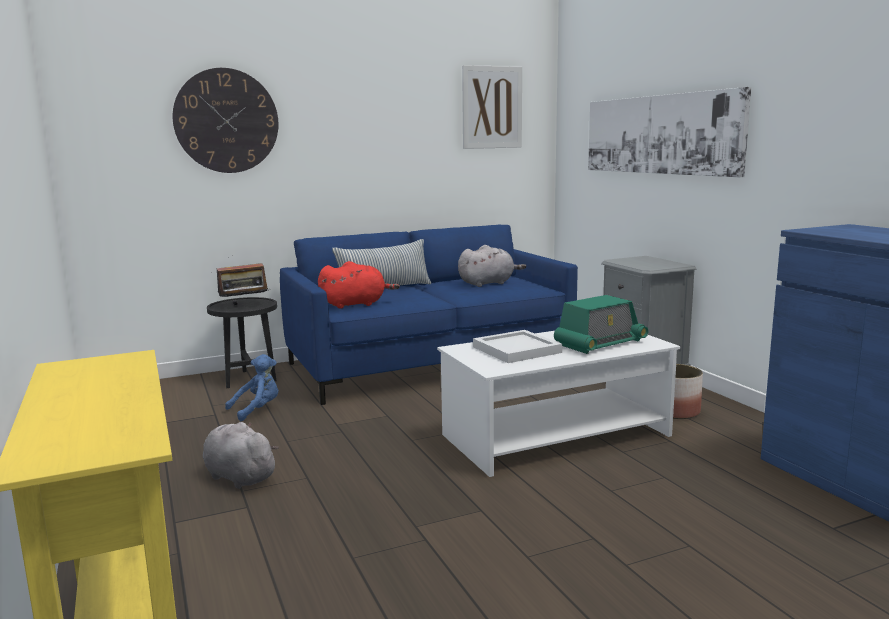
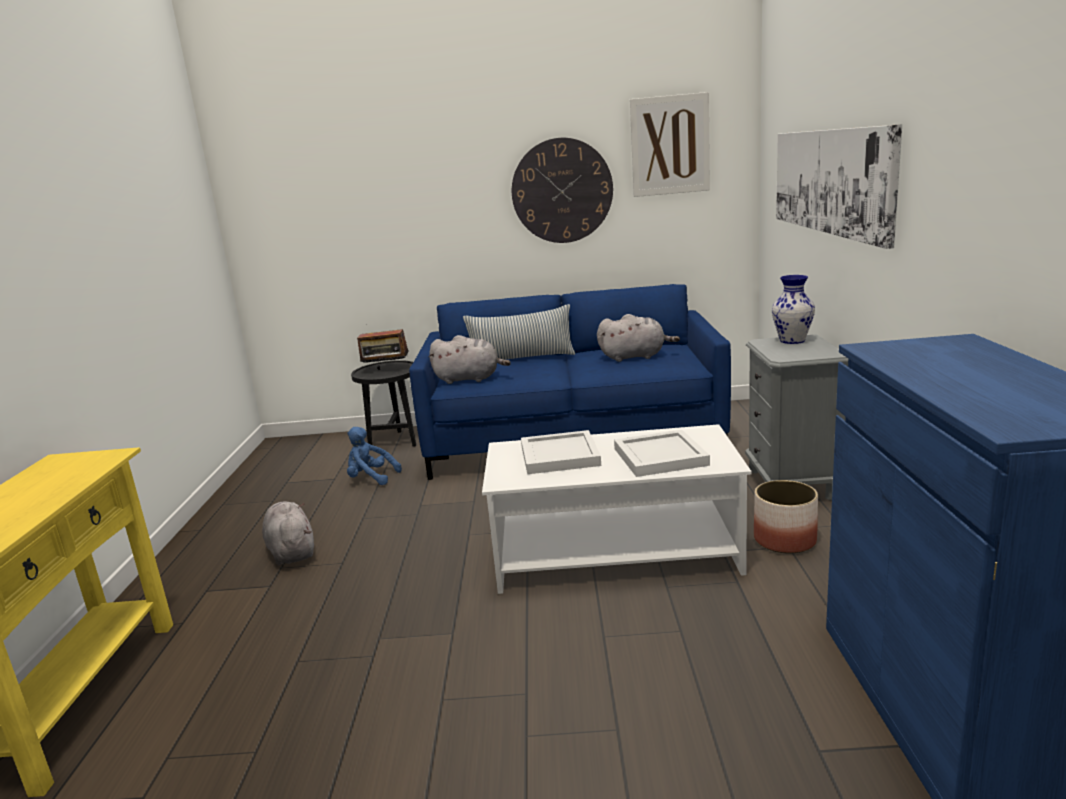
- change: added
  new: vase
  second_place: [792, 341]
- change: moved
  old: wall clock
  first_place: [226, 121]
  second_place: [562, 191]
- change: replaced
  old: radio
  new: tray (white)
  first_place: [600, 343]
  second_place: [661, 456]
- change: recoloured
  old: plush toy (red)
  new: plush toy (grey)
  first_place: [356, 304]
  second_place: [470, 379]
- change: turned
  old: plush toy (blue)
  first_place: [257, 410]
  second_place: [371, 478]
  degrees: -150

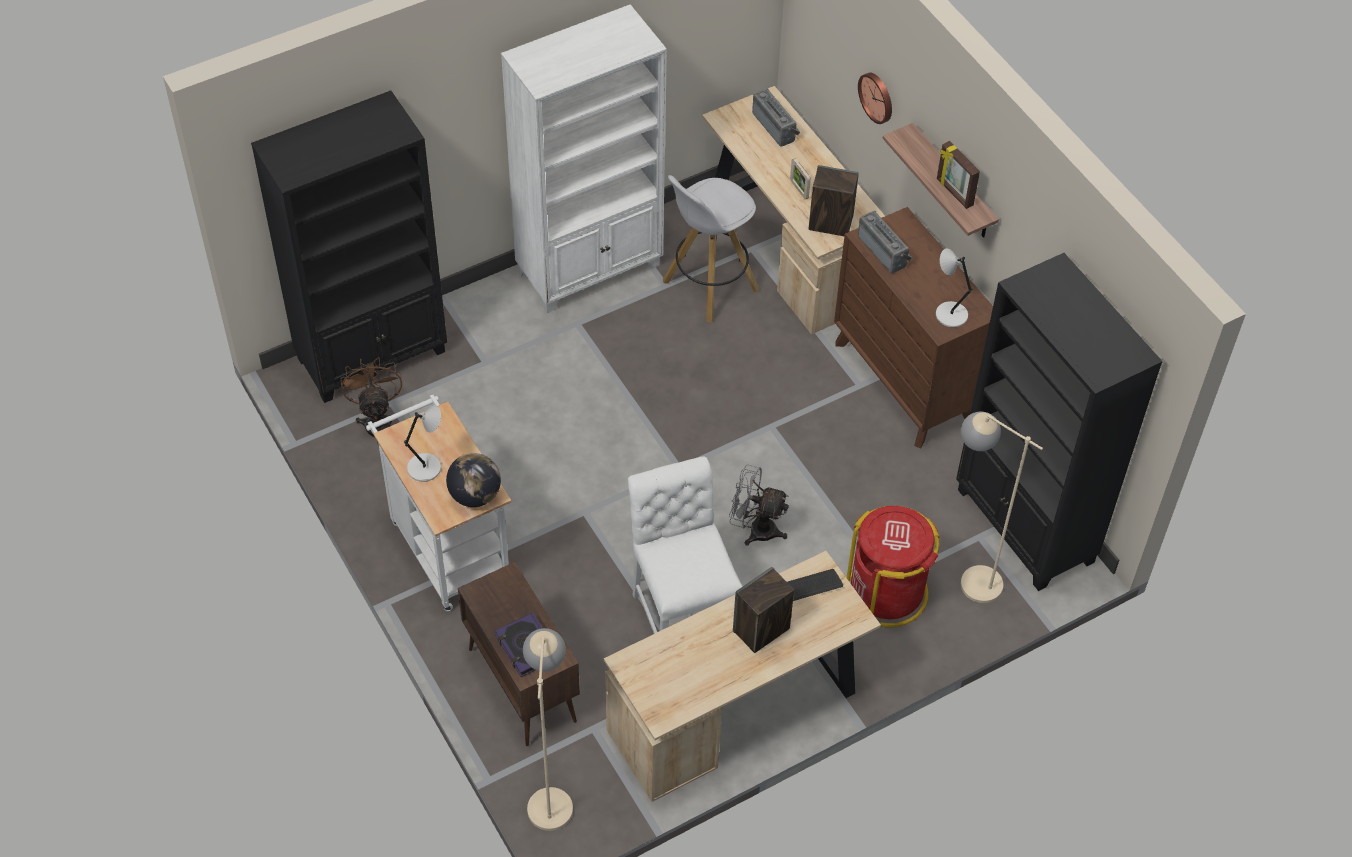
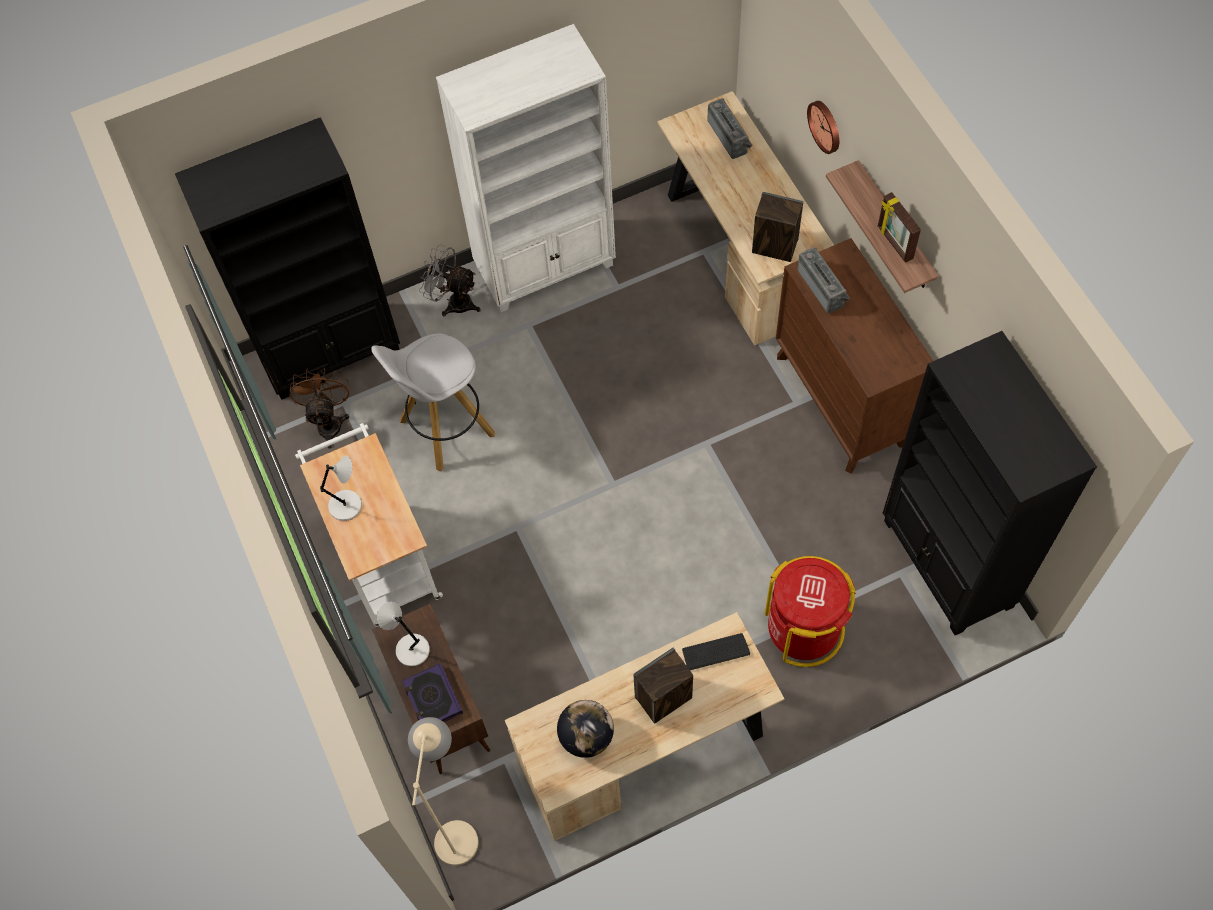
- change: removed
  old: chair (white)
  first_place: [682, 615]
- change: removed
  old: picture frame
  first_place: [799, 189]
- change: removed
  old: floor lamp (beige)
  first_place: [968, 577]
- change: moved
  old: globe
  first_place: [475, 495]
  second_place: [586, 736]
- change: moved
  old: stool (white)
  first_place: [709, 287]
  second_place: [445, 429]
- change: moved
  old: fan (grey)
  first_place: [755, 529]
  second_place: [454, 302]
- change: moved
  old: table lamp (grey)
  first_place: [949, 314]
  second_place: [410, 649]

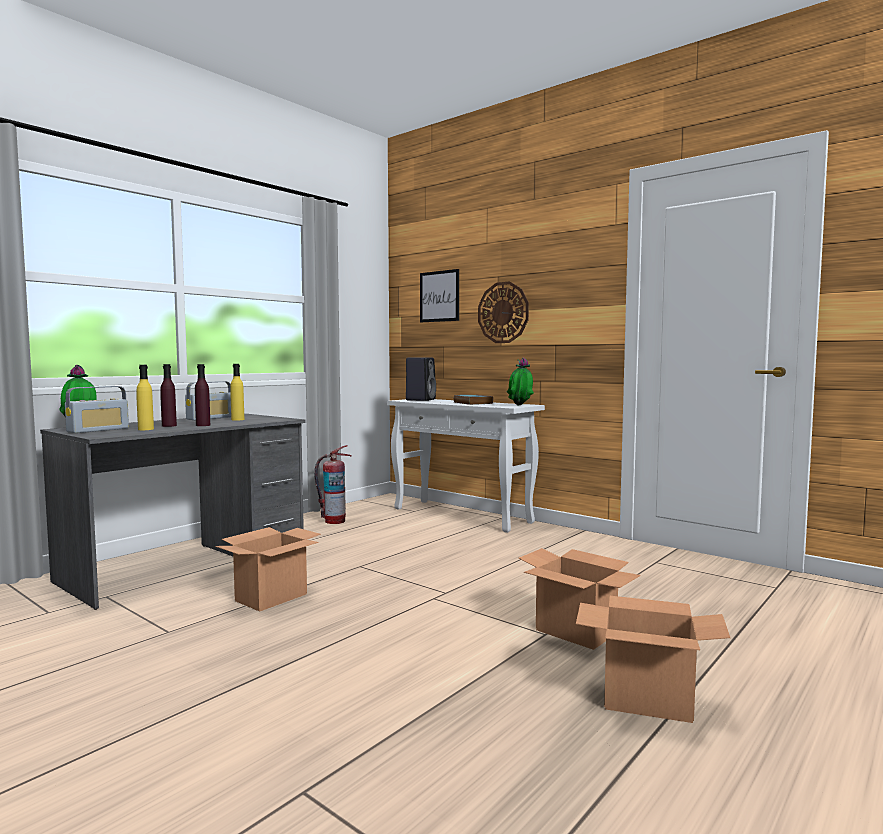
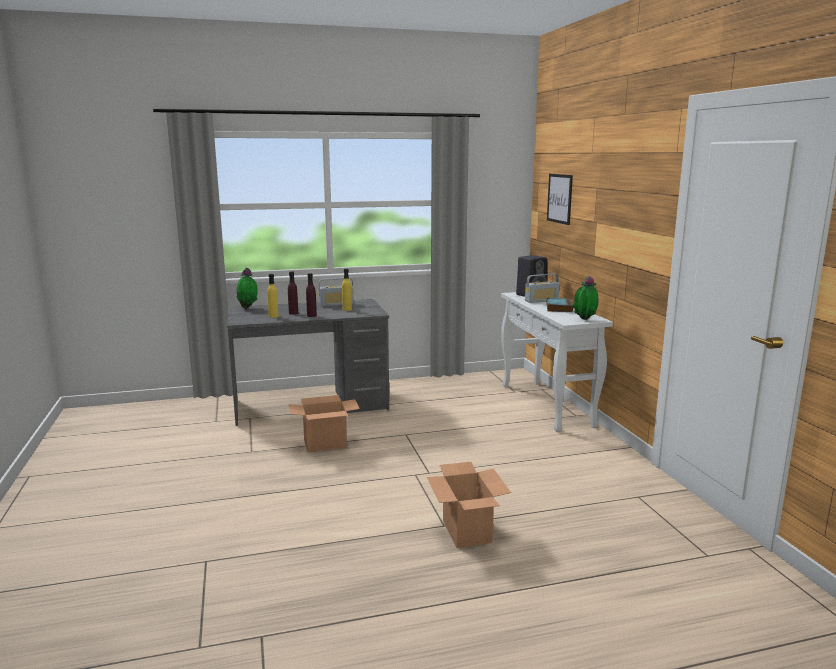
- change: removed
  old: fire extinguisher
  first_place: [334, 521]
- change: removed
  old: wall clock
  first_place: [503, 312]
- change: removed
  old: cardboard box
  first_place: [646, 700]
- change: moved
  old: radio
  first_place: [98, 430]
  second_place: [541, 300]

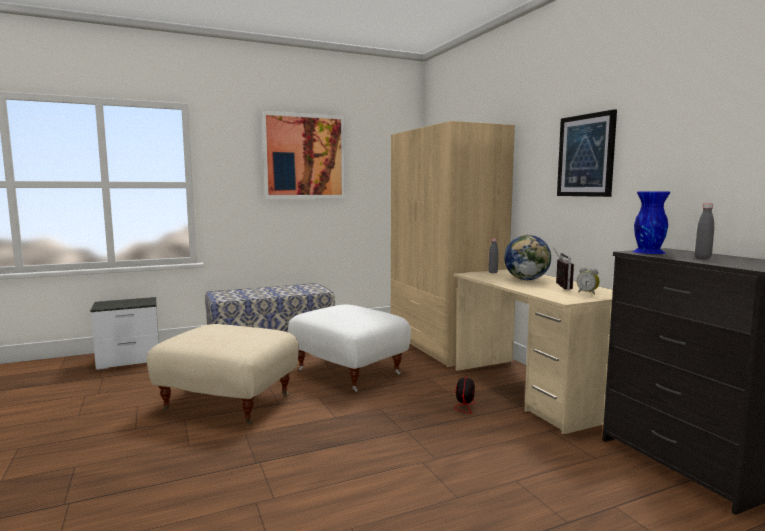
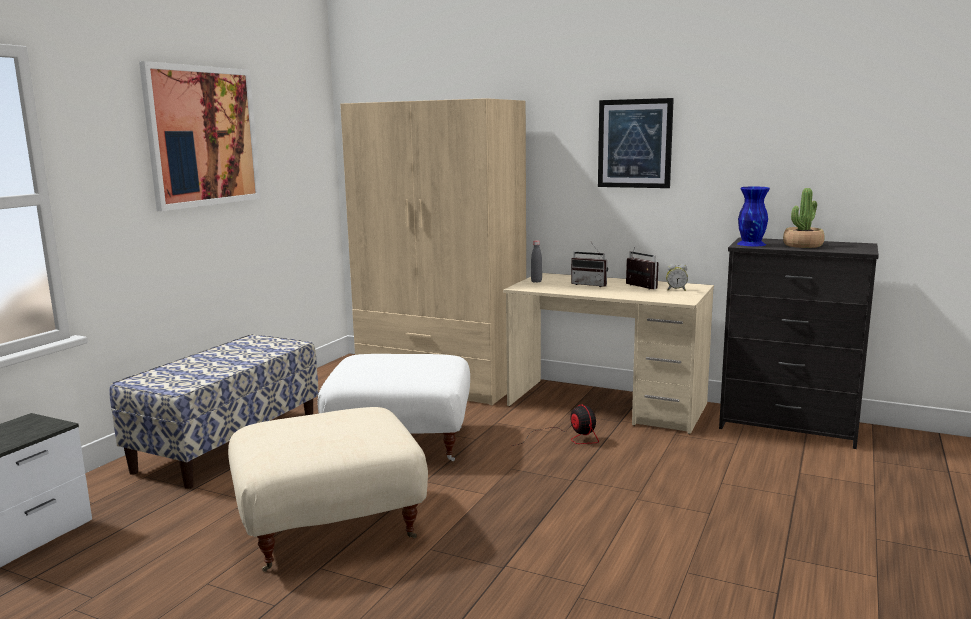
- change: replaced
  old: globe
  new: radio
  first_place: [526, 279]
  second_place: [590, 284]
- change: replaced
  old: bottle (grey)
  new: potted plant
  first_place: [702, 257]
  second_place: [802, 245]

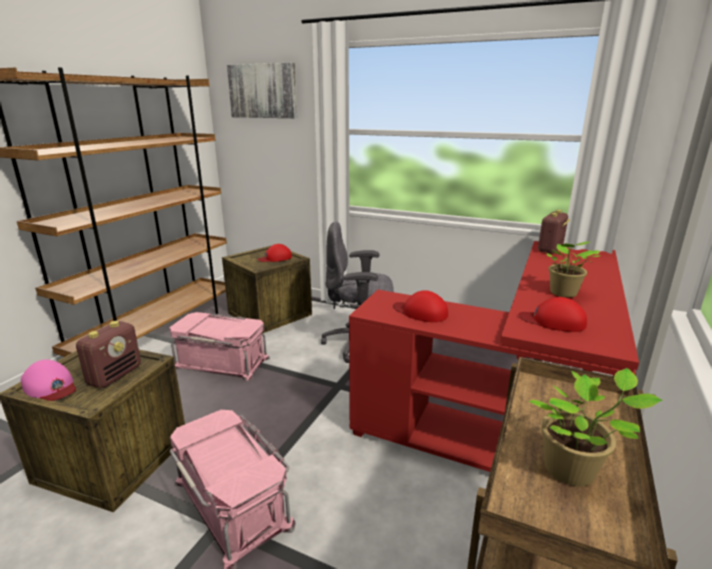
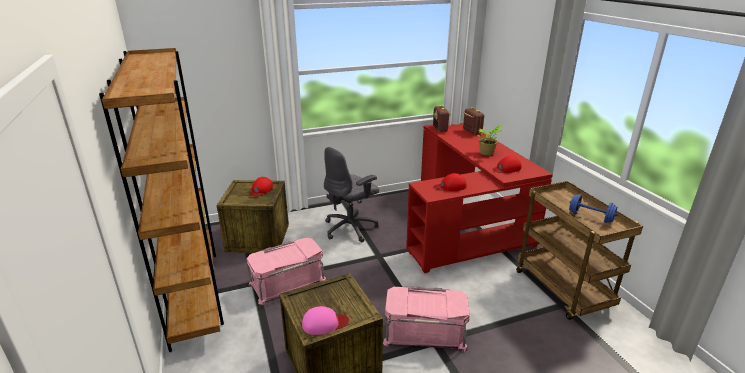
- change: removed
  old: picture
  first_place: [263, 91]
- change: moved
  old: radio
  first_place: [115, 375]
  second_place: [472, 131]
- change: replaced
  old: potted plant
  new: dumbbell (blue)
  first_place: [573, 471]
  second_place: [590, 217]

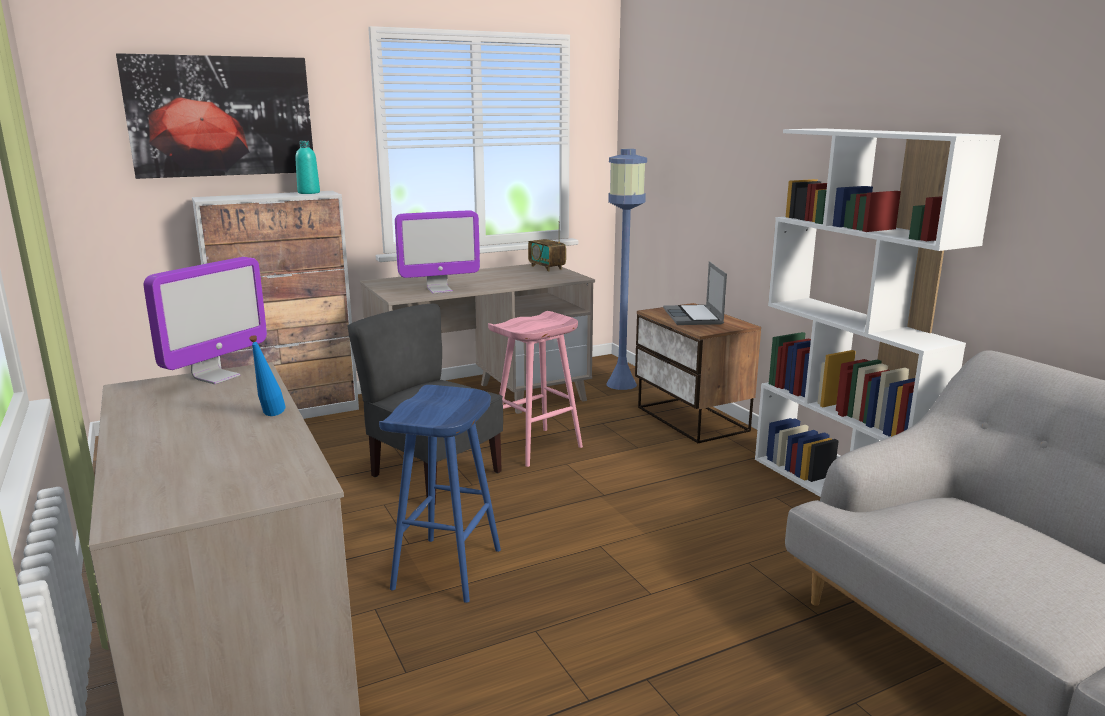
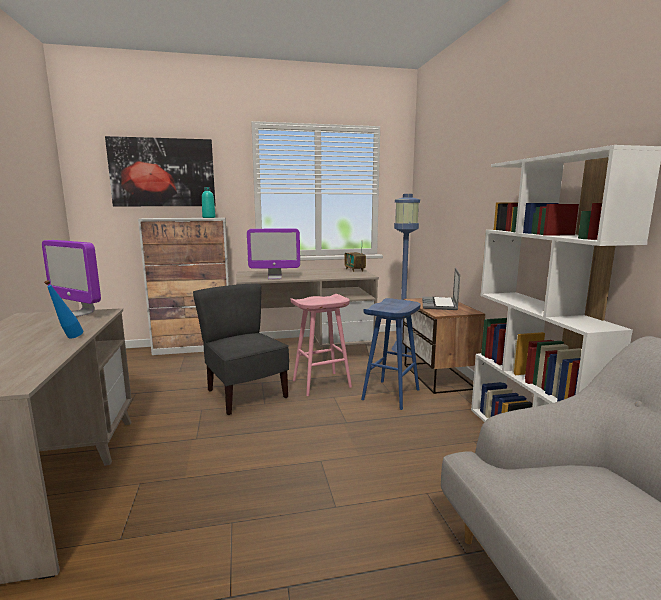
- change: moved
  old: stool (blue)
  first_place: [448, 569]
  second_place: [391, 395]
- change: turned
  old: monitor
  first_place: [216, 377]
  second_place: [78, 314]
  degrees: 75

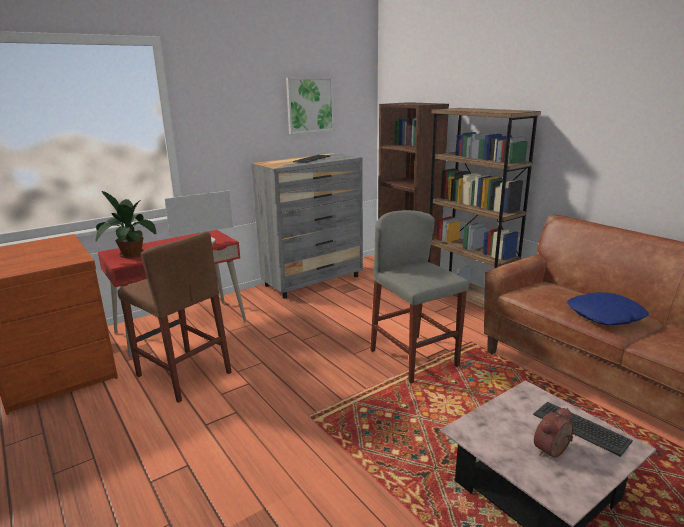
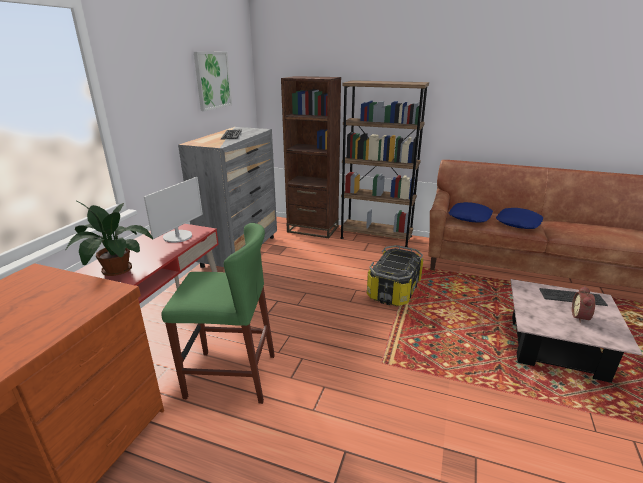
- change: added
  new: pillow (blue)
  second_place: [470, 217]
- change: replaced
  old: stool (grey)
  new: storage box
  first_place: [414, 358]
  second_place: [393, 289]
- change: recoloured
  old: stool (brown)
  new: stool (green)
  first_place: [183, 374]
  second_place: [231, 376]

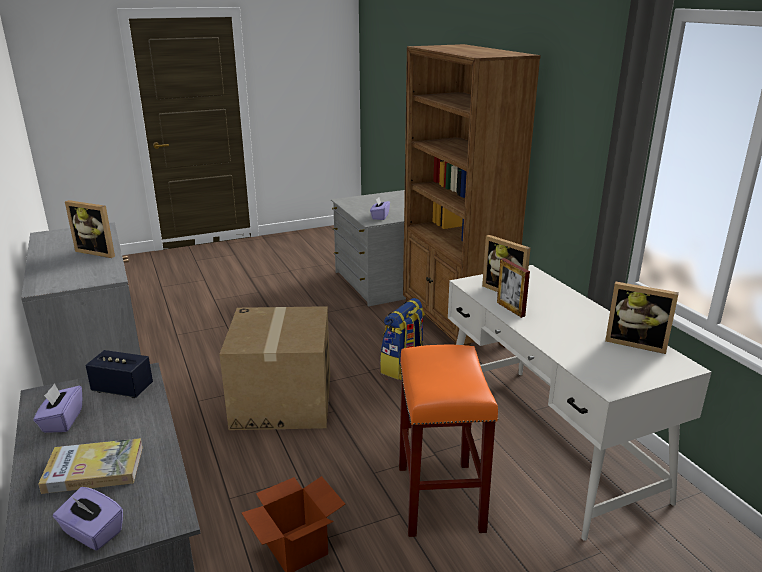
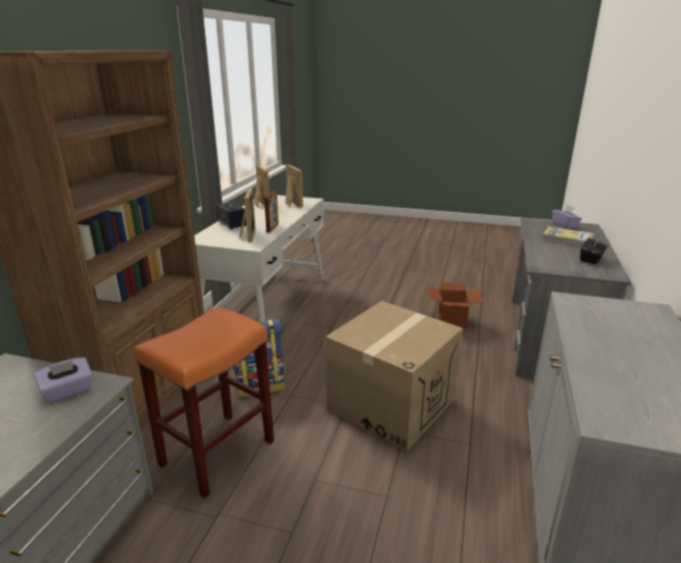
- change: moved
  old: picture frame
  first_place: [99, 252]
  second_place: [291, 203]
- change: moved
  old: speaker
  first_place: [122, 389]
  second_place: [232, 225]
- change: moved
  old: stool (orange)
  first_place: [439, 497]
  second_place: [217, 454]
- change: recoloured
  old: tissue box (purple)
  new: tissue box (black)
  first_place: [62, 421]
  second_place: [591, 259]

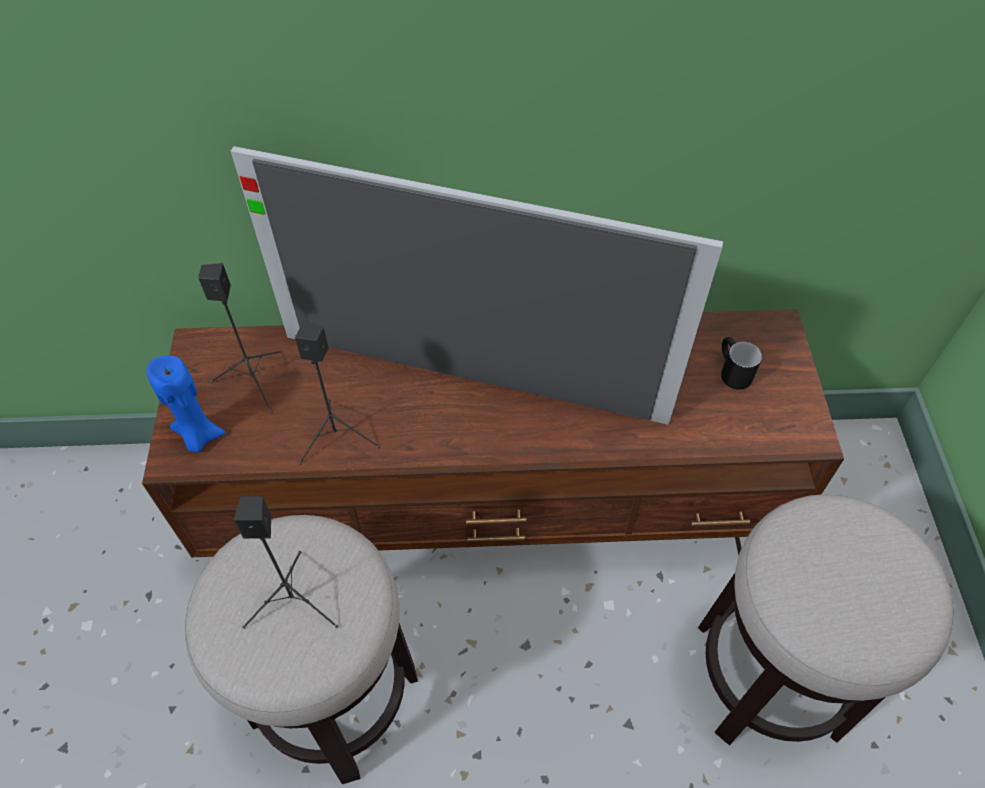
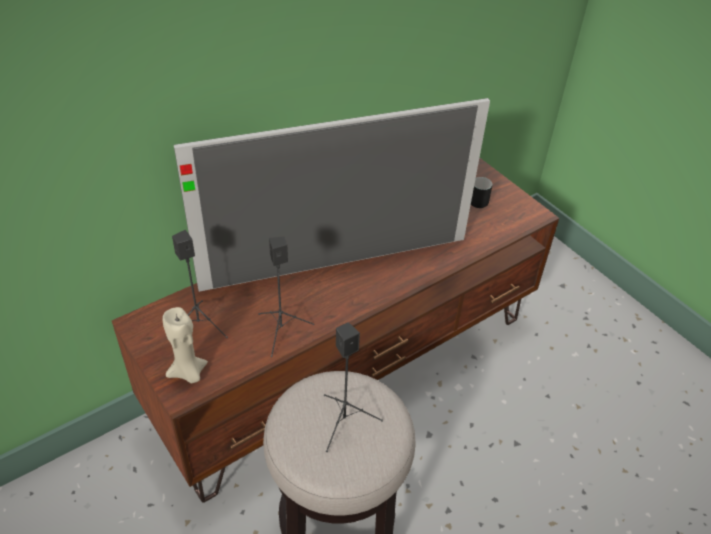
- change: removed
  old: stool
  first_place: [769, 677]
- change: recoloured
  old: candle (blue)
  new: candle (beige)
  first_place: [198, 436]
  second_place: [188, 373]

